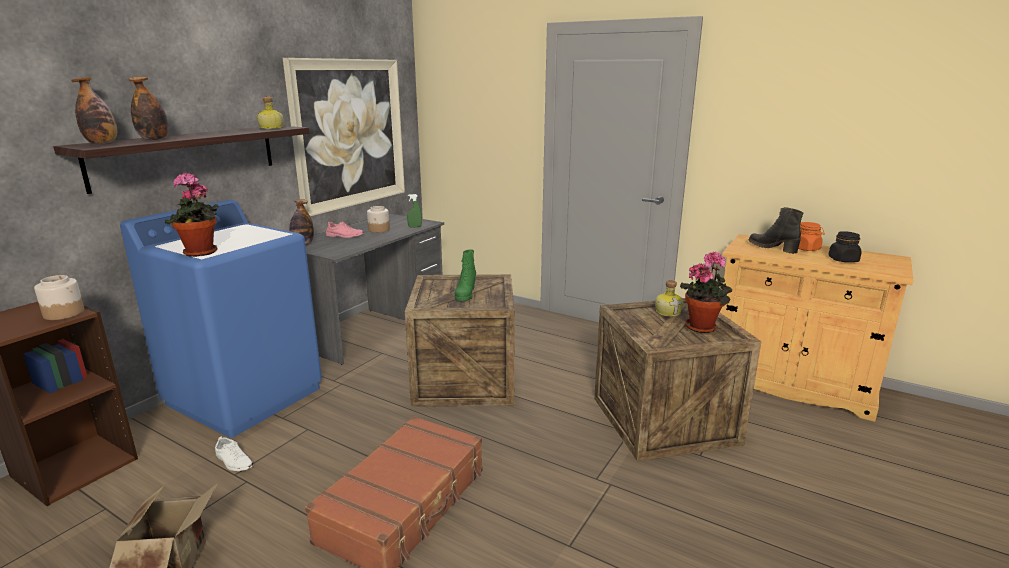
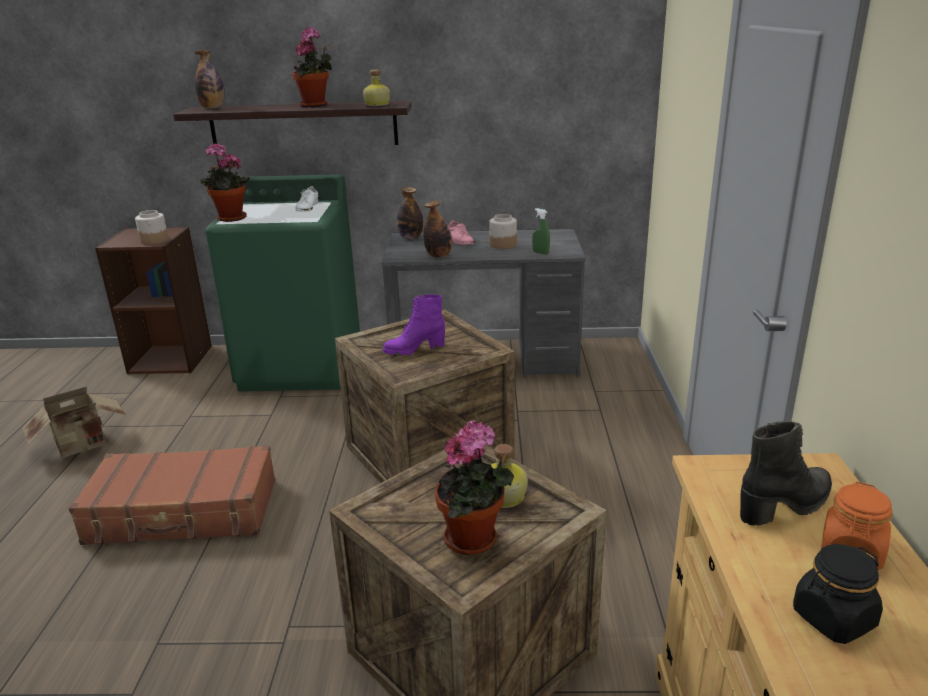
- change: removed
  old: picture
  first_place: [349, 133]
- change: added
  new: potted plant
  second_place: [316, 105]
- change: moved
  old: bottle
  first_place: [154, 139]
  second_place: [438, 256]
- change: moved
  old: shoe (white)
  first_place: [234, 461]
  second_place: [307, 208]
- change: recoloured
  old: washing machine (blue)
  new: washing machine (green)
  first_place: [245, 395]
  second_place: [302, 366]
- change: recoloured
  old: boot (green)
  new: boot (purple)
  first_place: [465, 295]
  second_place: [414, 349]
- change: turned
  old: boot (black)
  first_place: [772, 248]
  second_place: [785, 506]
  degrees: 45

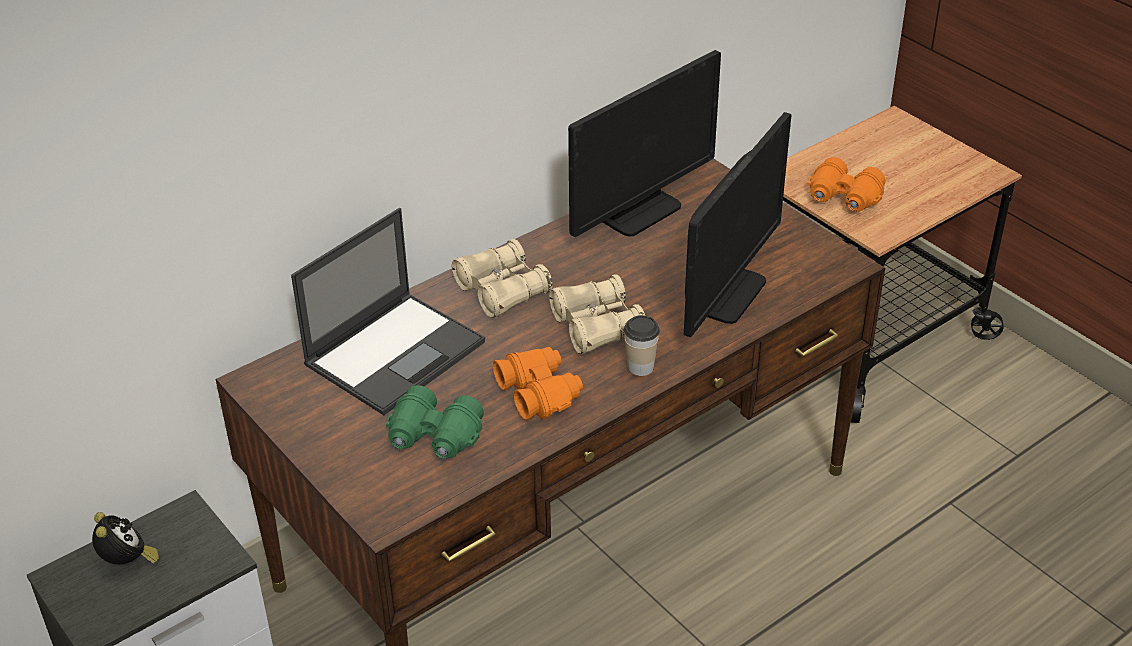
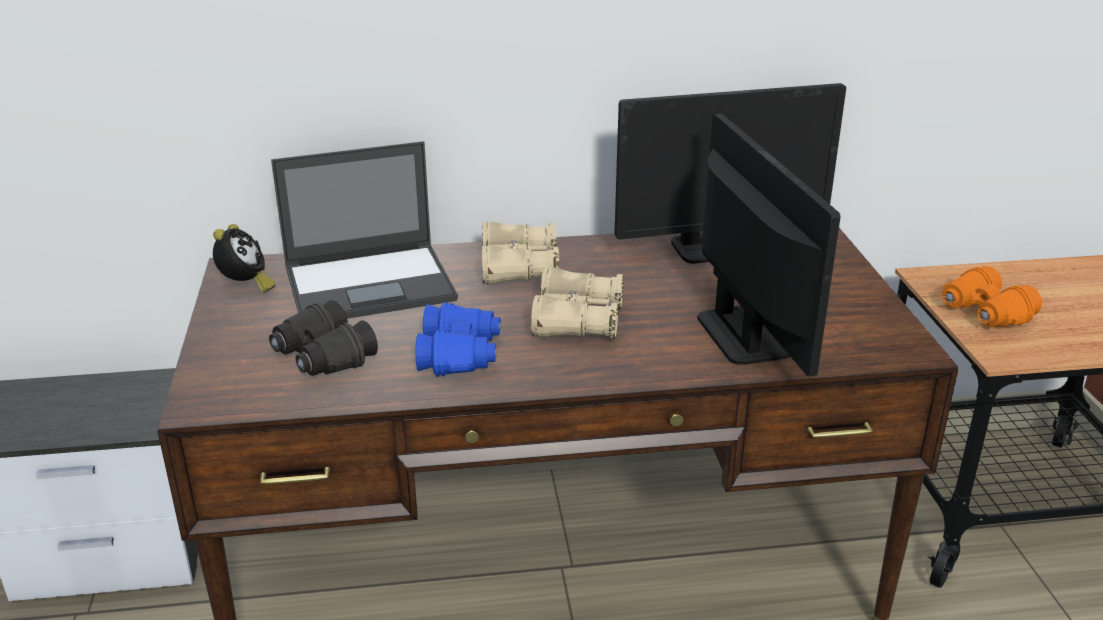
- change: removed
  old: cup
  first_place: [640, 367]
- change: moved
  old: alarm clock
  first_place: [127, 562]
  second_place: [245, 286]
- change: recoloured
  old: binoculars (green)
  new: binoculars (black)
  first_place: [434, 438]
  second_place: [323, 357]
- change: recoloured
  old: binoculars (orange)
  new: binoculars (blue)
  first_place: [539, 393]
  second_place: [460, 355]
- change: turned
  old: monitor
  first_place: [726, 293]
  second_place: [743, 335]
  degrees: -75

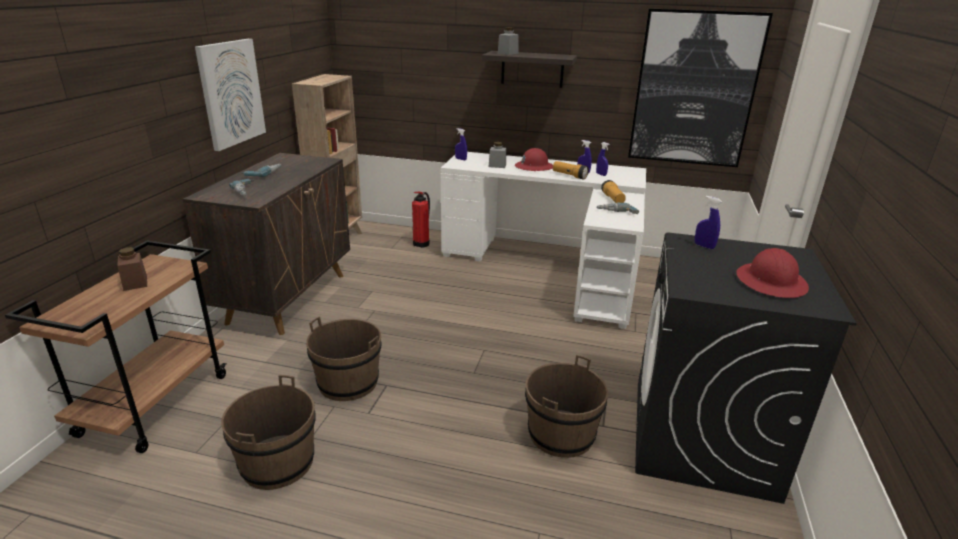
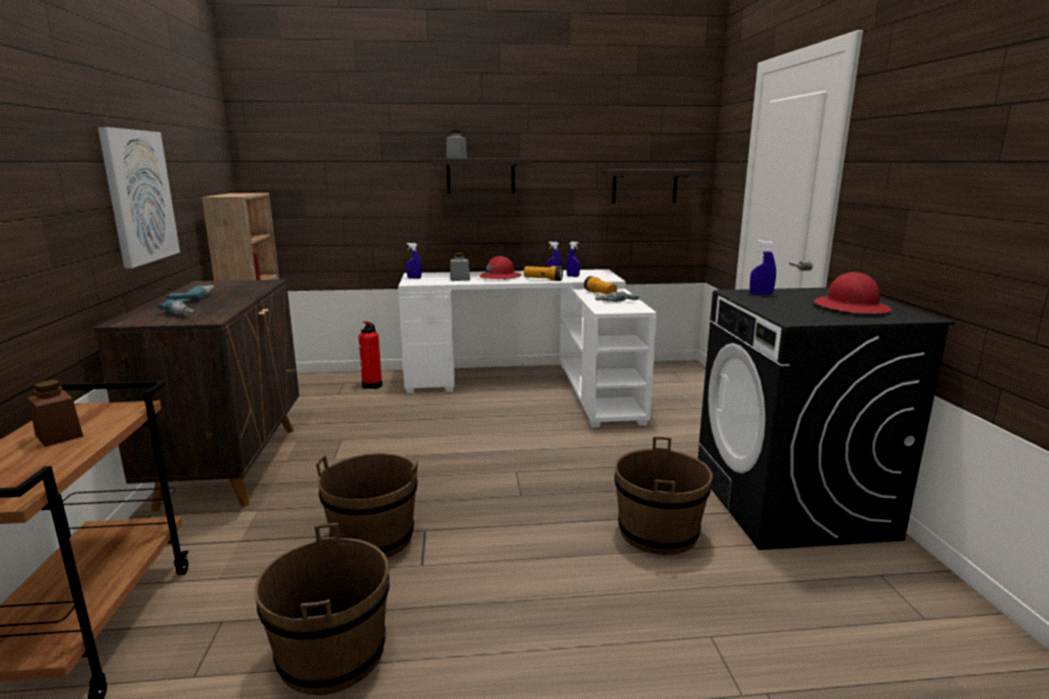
- change: replaced
  old: picture
  new: shelf
  first_place: [694, 90]
  second_place: [644, 186]

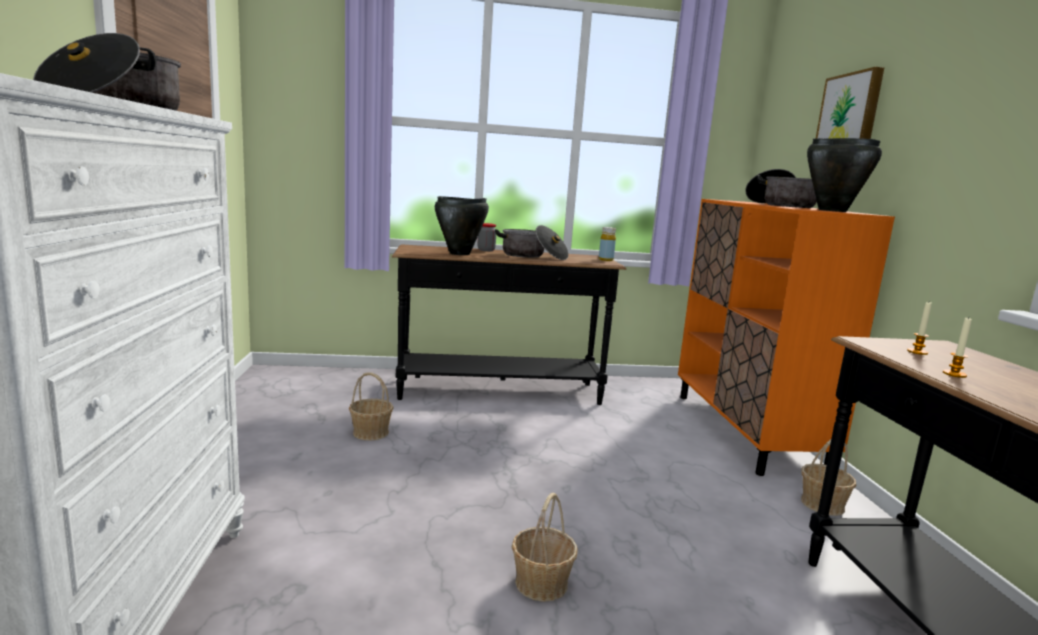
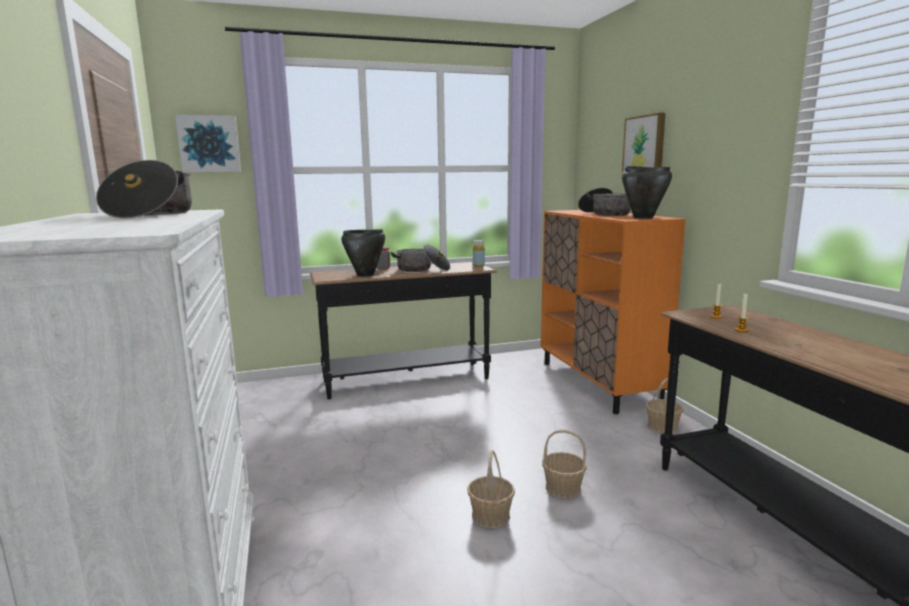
- change: added
  new: picture
  second_place: [209, 144]
- change: moved
  old: basket
  first_place: [371, 432]
  second_place: [563, 488]

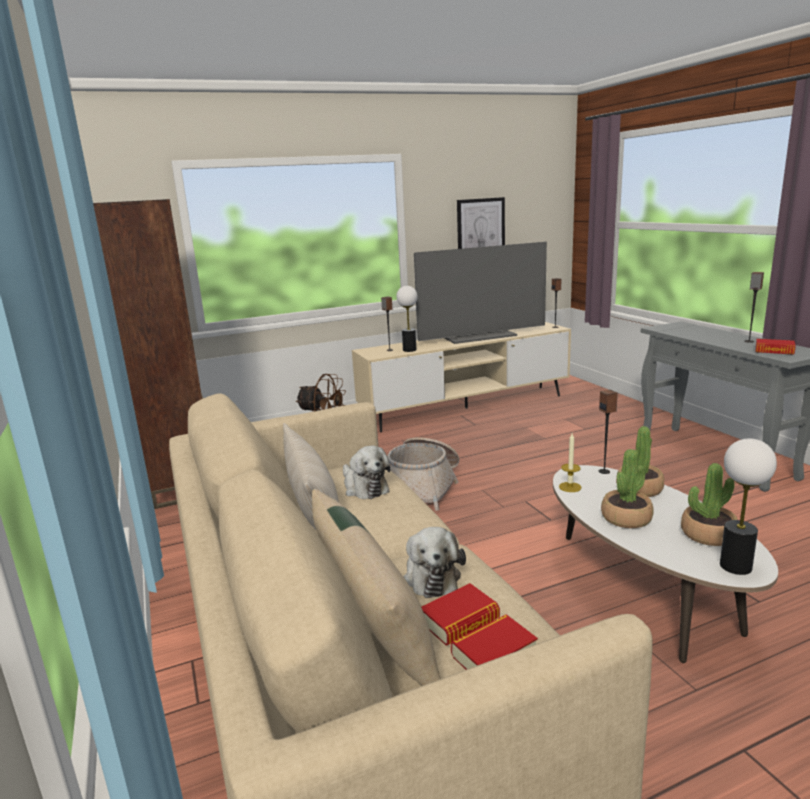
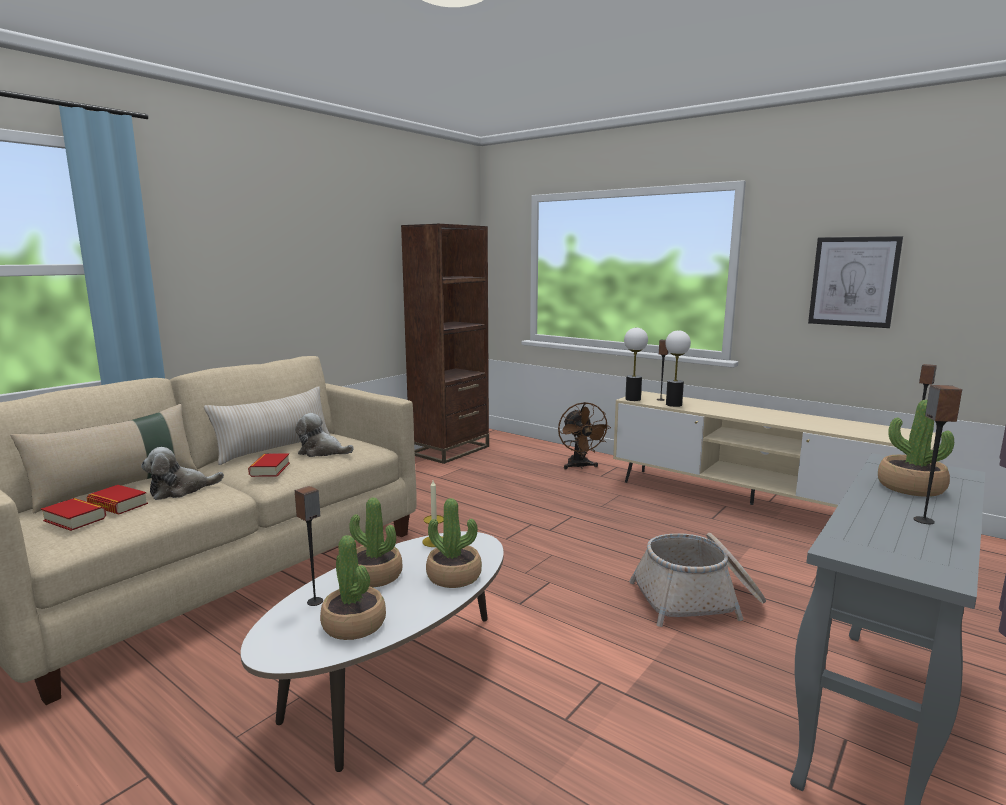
- change: removed
  old: television
  first_place: [480, 336]
- change: added
  new: potted plant
  second_place: [910, 487]
- change: moved
  old: basket
  first_place: [423, 487]
  second_place: [698, 600]
- change: moved
  old: speaker
  first_place: [604, 471]
  second_place: [315, 602]
- change: moved
  old: table lamp
  first_place: [735, 566]
  second_place: [633, 399]
- change: moved
  old: book
  first_place: [774, 351]
  second_place: [270, 469]
- change: turned
  old: plush toy
  first_place: [364, 487]
  second_place: [322, 452]
  degrees: 75

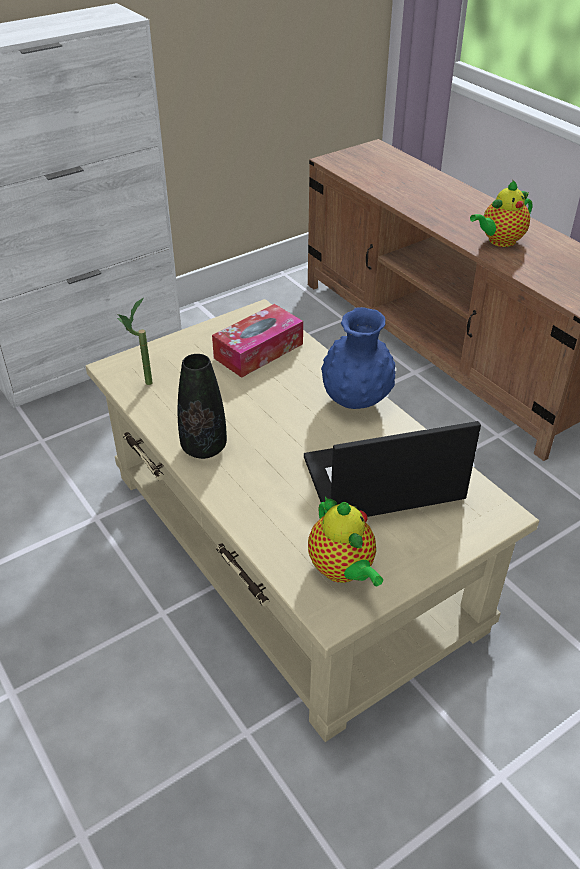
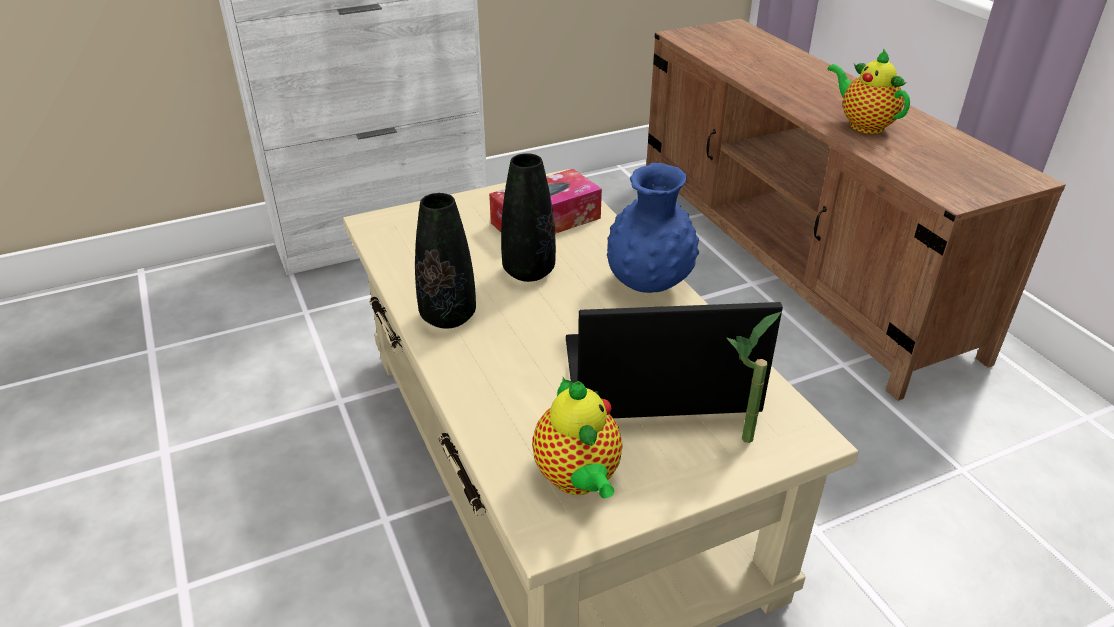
- change: added
  new: vase (black)
  second_place: [529, 271]
- change: moved
  old: potted plant
  first_place: [142, 385]
  second_place: [737, 442]
- change: turned
  old: teapot
  first_place: [499, 241]
  second_place: [863, 125]
  degrees: 75

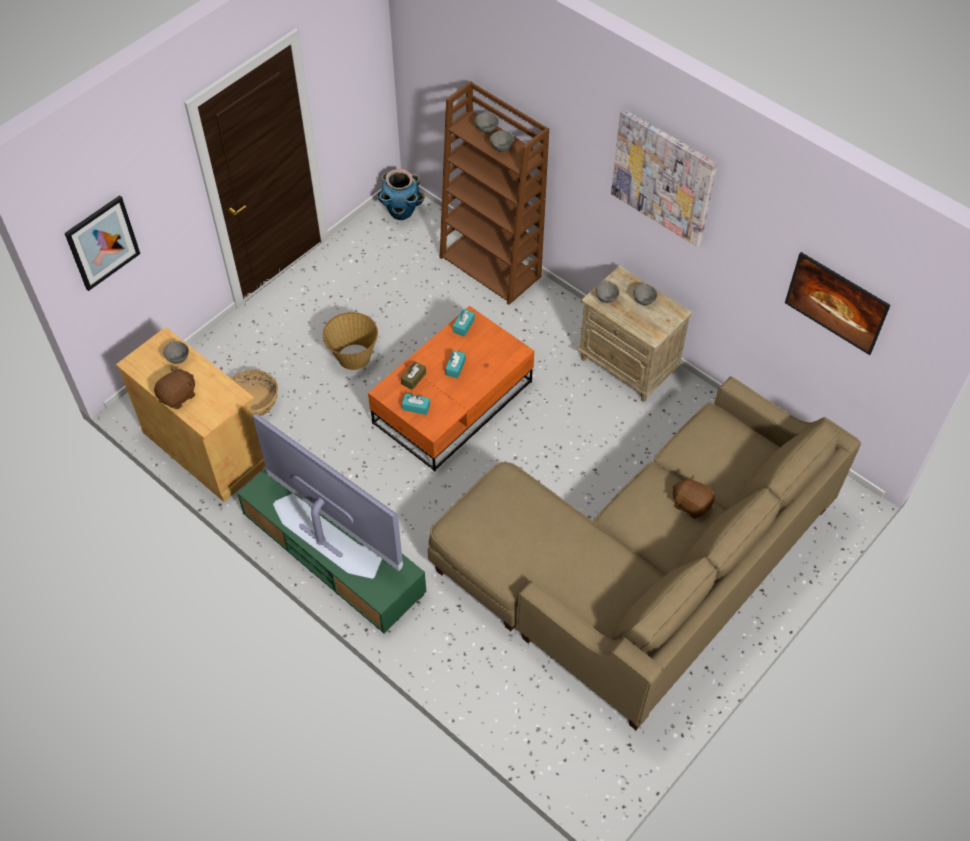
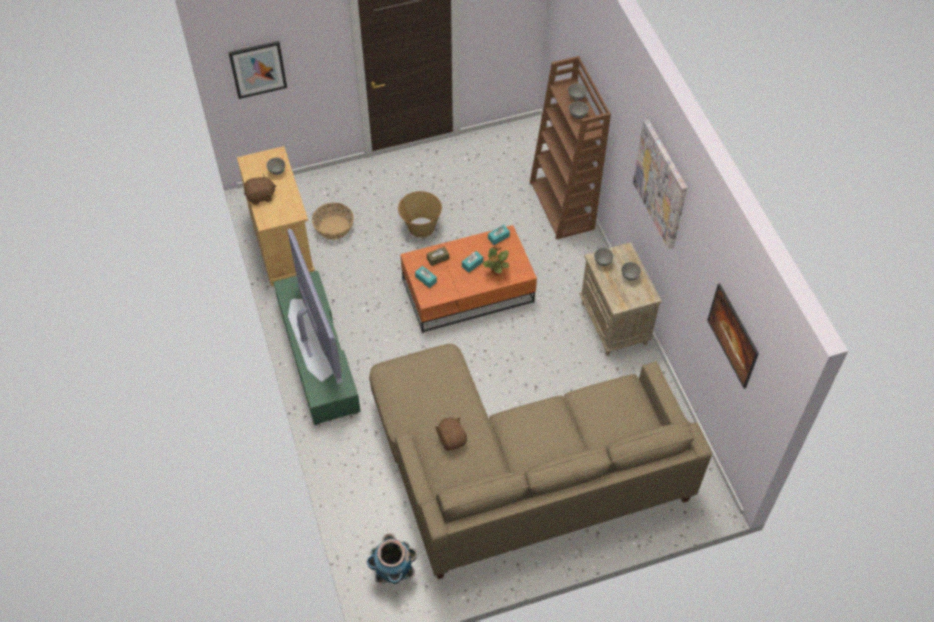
- change: added
  new: potted plant
  second_place: [496, 272]
- change: moved
  old: planter
  first_place: [401, 212]
  second_place: [393, 572]
- change: moved
  old: plush toy (brown)
  first_place: [691, 504]
  second_place: [452, 439]

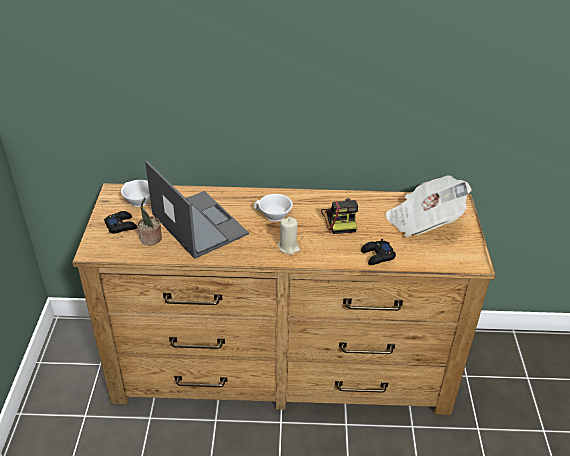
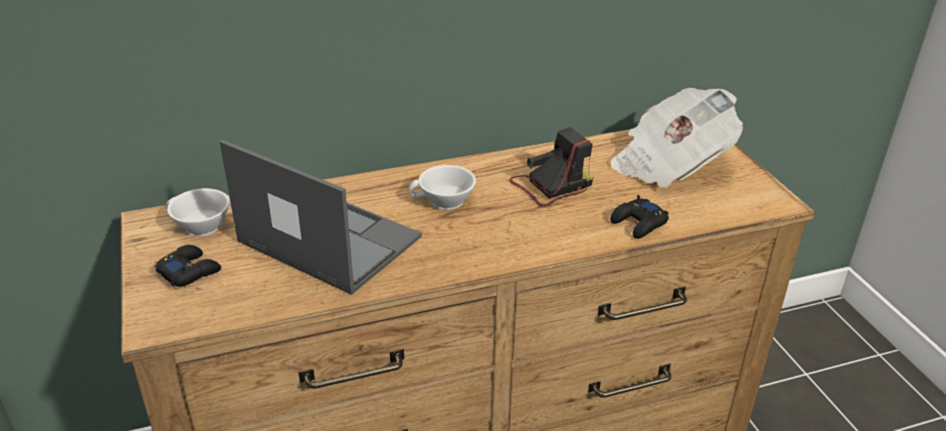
- change: removed
  old: potted plant
  first_place: [150, 239]
- change: removed
  old: candle (beige)
  first_place: [288, 247]
- change: turned
  old: photo camera
  first_place: [340, 220]
  second_place: [551, 186]
  degrees: -90

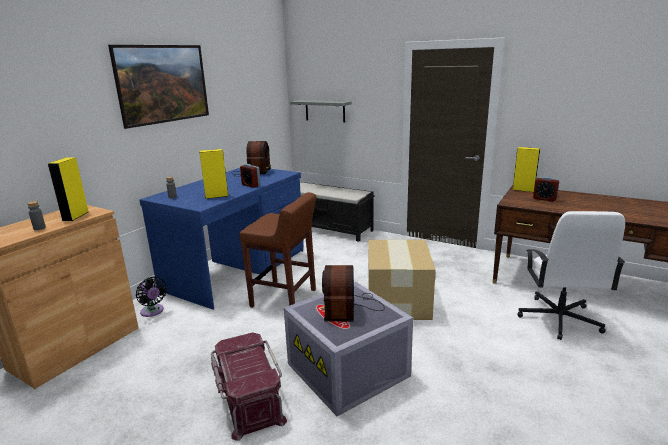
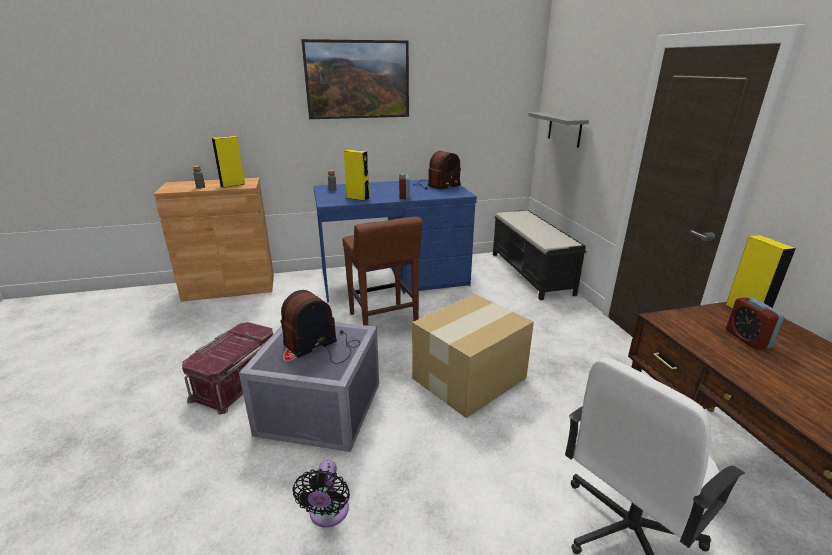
- change: moved
  old: fan (black)
  first_place: [153, 312]
  second_place: [328, 514]

